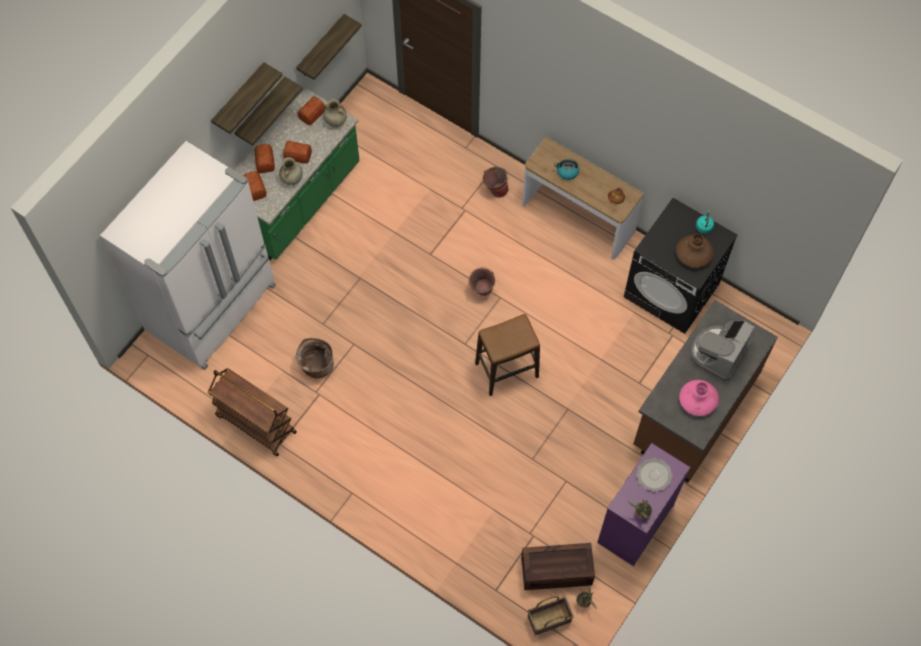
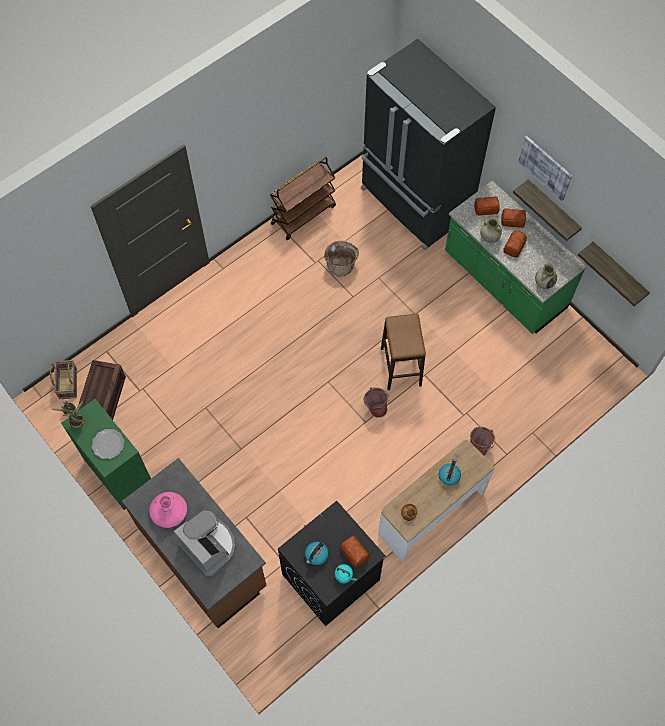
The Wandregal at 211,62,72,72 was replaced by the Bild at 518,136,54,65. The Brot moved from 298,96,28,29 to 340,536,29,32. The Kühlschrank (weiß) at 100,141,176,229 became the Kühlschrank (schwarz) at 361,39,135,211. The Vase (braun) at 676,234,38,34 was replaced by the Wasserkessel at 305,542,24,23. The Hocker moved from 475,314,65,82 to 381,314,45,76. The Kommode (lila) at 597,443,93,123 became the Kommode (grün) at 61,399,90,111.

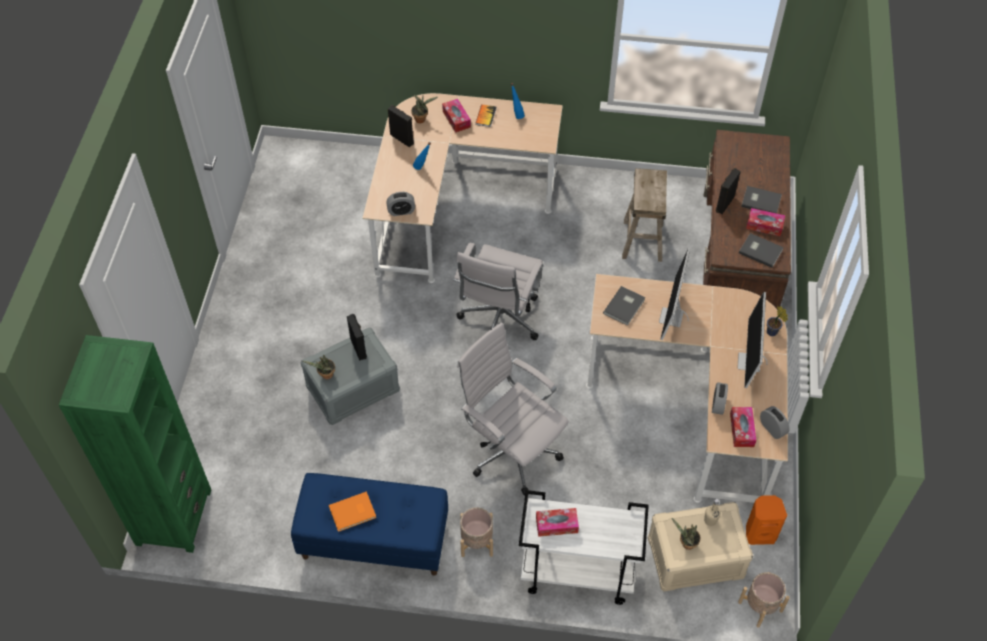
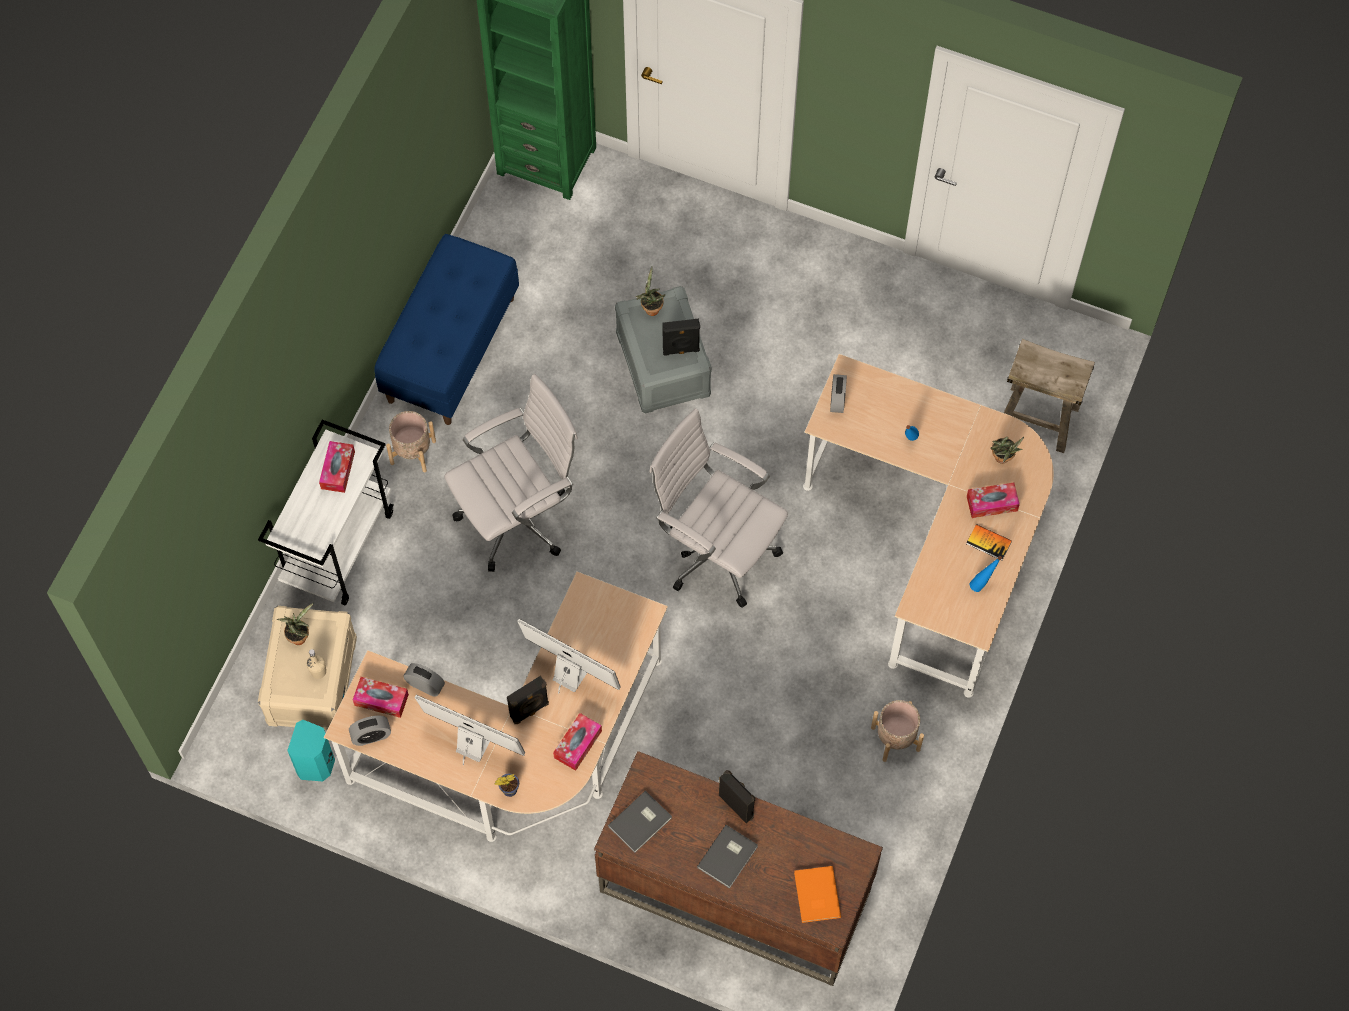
The Lautsprecher (schwarz) moved from 388,105,26,42 to 507,675,42,49. The Hocker (beige) moved from 622,168,45,94 to 1004,339,91,114. The Taschentuchbox moved from 746,208,39,28 to 553,713,49,58. The Buch (grau) at 603,286,42,40 disappeared. The Buch (orange) moved from 329,491,47,41 to 794,866,47,57. The Lautsprecher (orange) at 746,495,41,50 became the Lautsprecher (türkis) at 287,720,48,61. The Pflanzkübel (beige) moved from 738,572,52,56 to 871,700,53,62.

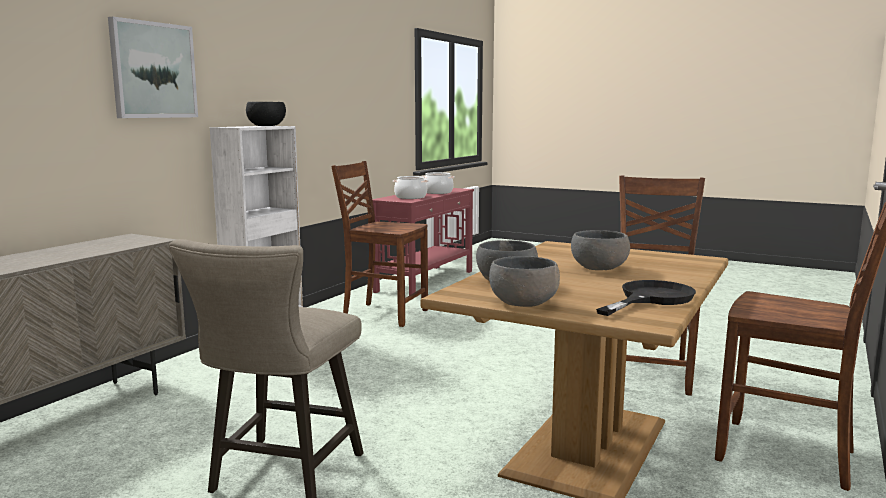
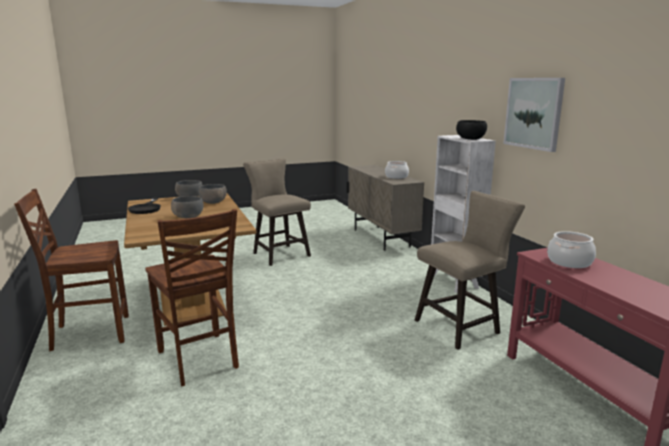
The Bild moved from 108,17,90,101 to 503,78,62,74. The Stuhl (braun) at 331,161,97,166 was replaced by the Hocker (beige) at 415,191,110,159. The Kochtopf moved from 422,172,33,22 to 385,161,24,18.

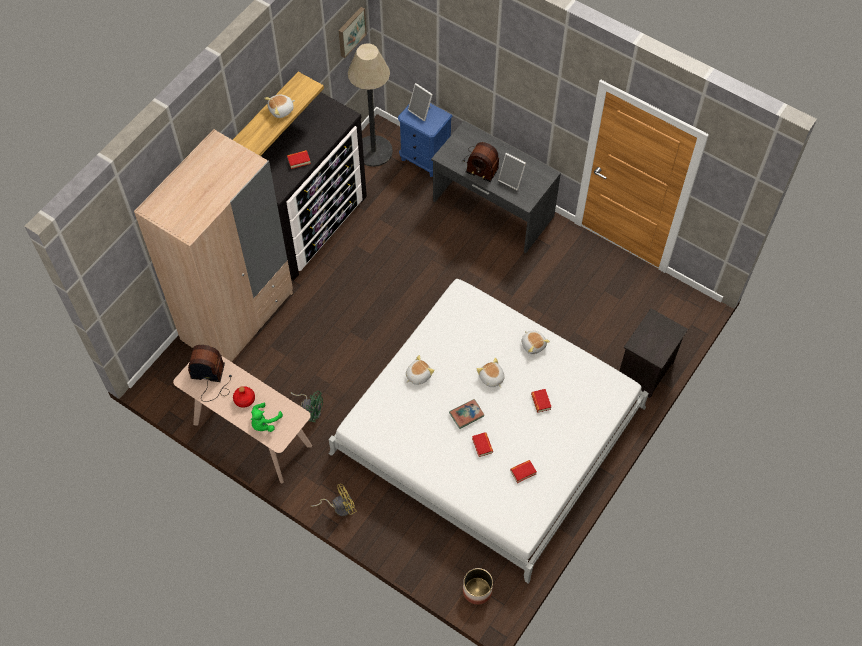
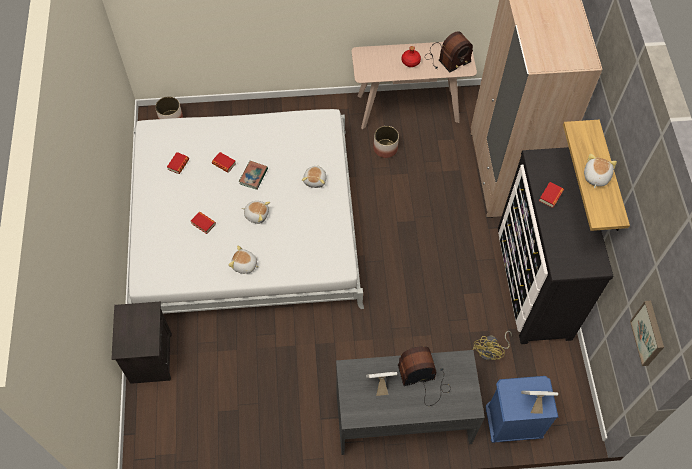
The Stehlampe at 348,43,45,124 disappeared. The Ventilator (grün) at 291,391,32,31 was replaced by the Pflanzkübel at 373,126,26,32. The Plüschtier (grün) at 250,403,33,29 disappeared. The Ventilator (gelb) moved from 311,484,46,32 to 473,331,39,29.

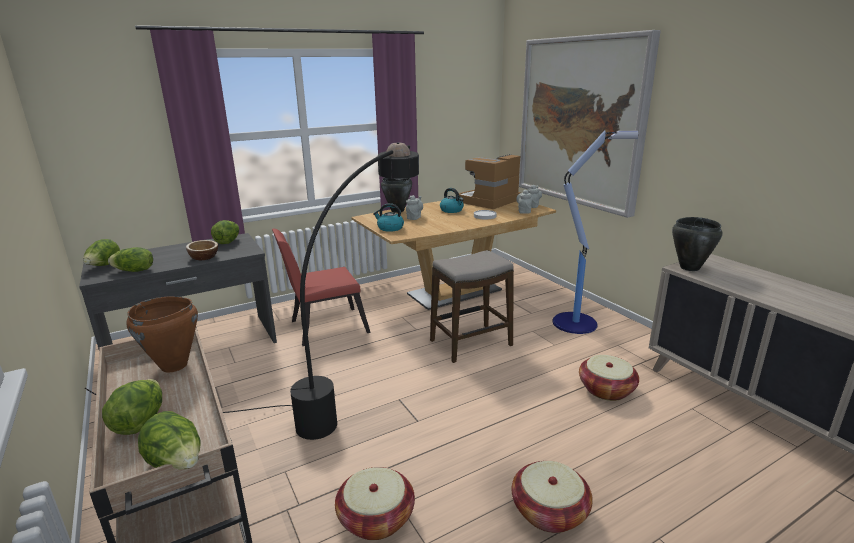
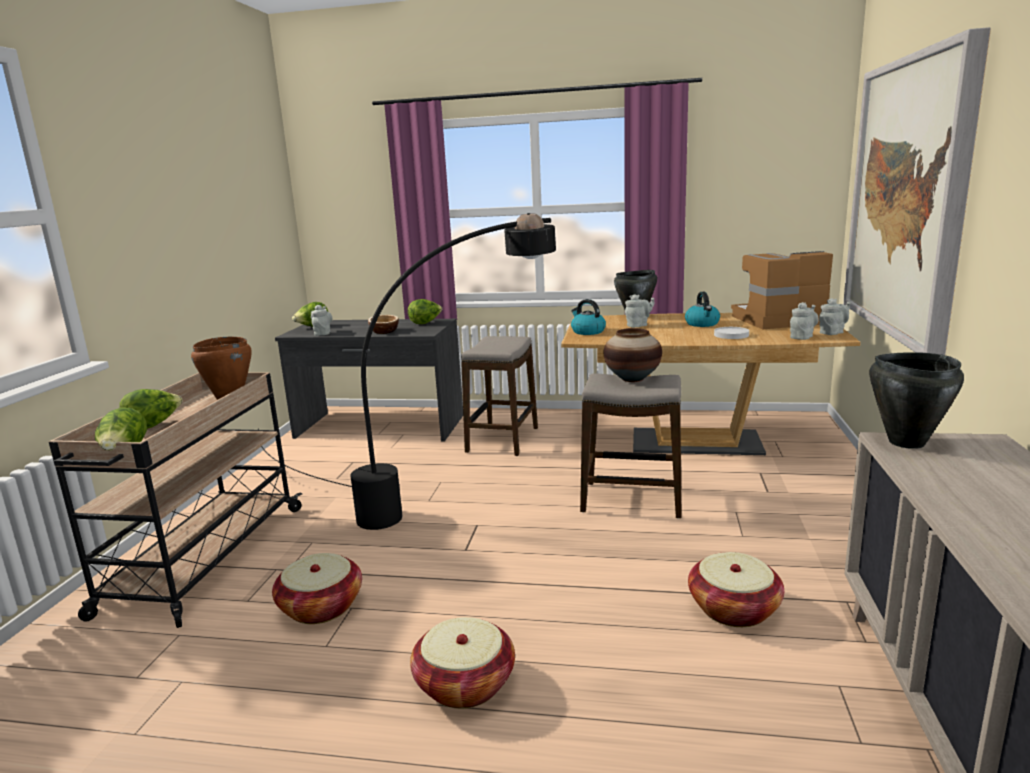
The Stehlampe at 552,130,86,204 disappeared. The Stuhl (rot) at 272,229,99,117 was replaced by the Hocker at 461,336,77,120. The Salatkopf at 108,247,45,25 was replaced by the Teekanne (grau) at 311,305,21,31. The Vase at 604,328,58,54 appeared.

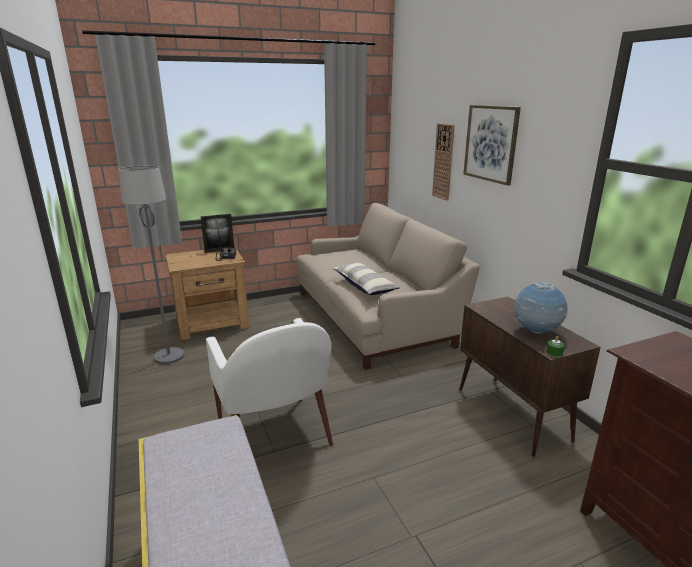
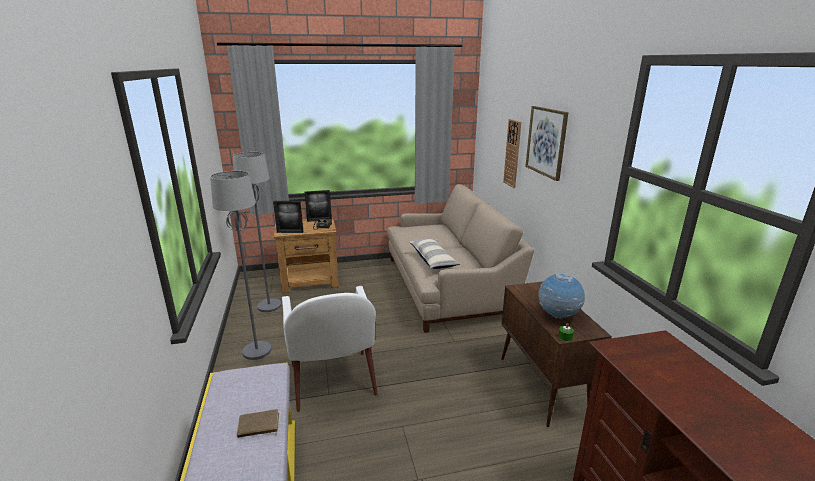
The Stehlampe (grau) at 210,171,61,189 appeared. The Bilderrahmen at 273,201,30,32 appeared. The Buch (braun) at 237,409,42,29 appeared.

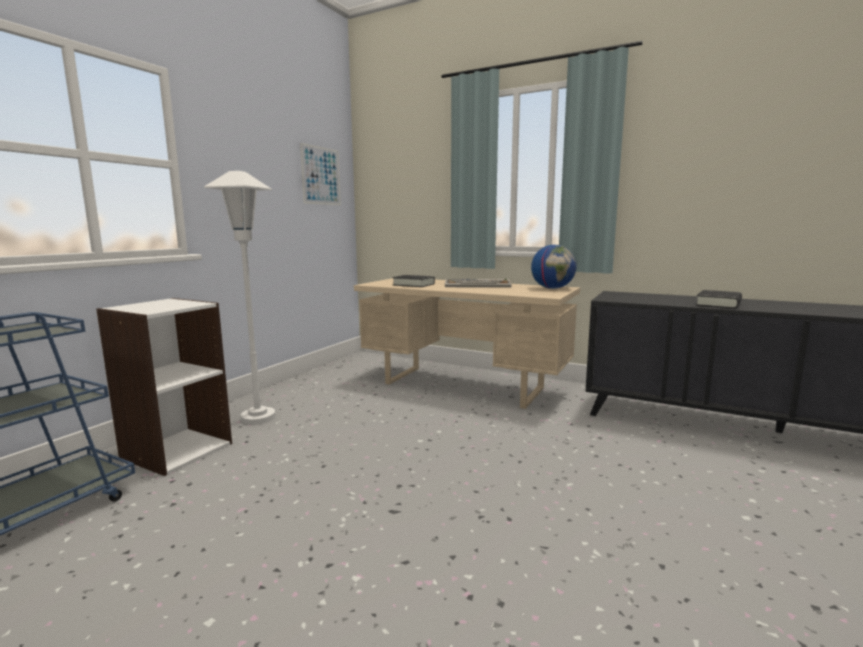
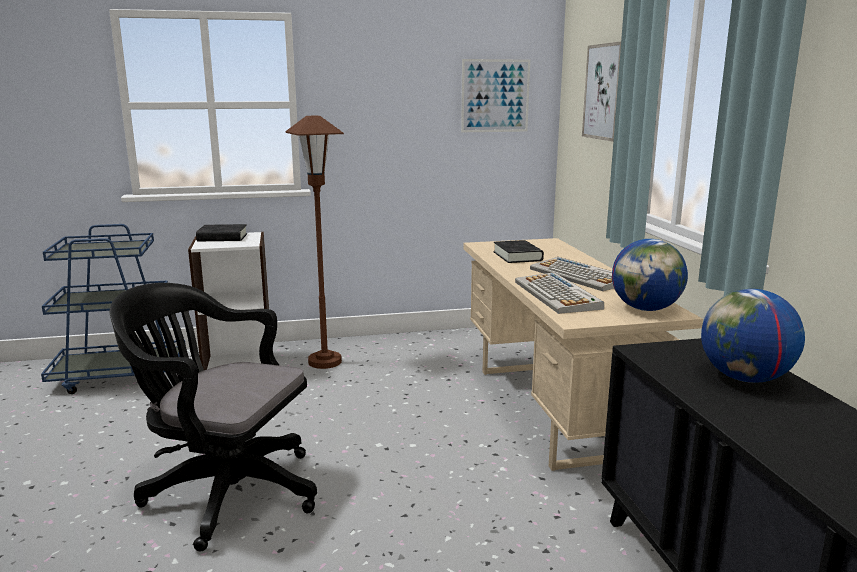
The Stehlampe (weiß) at 204,171,71,254 became the Stehlampe (braun) at 285,116,59,253. The Buch (schwarz) moved from 696,290,46,19 to 196,224,51,17. The Bild at 582,41,39,101 appeared. The Tastatur at 515,272,89,42 appeared. The Bürostuhl (schwarz) at 110,283,207,269 appeared. The Globus at 701,289,104,94 appeared.

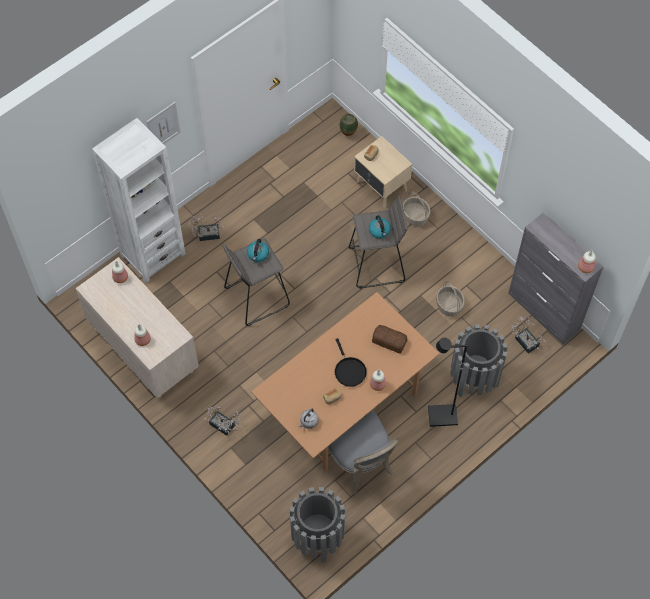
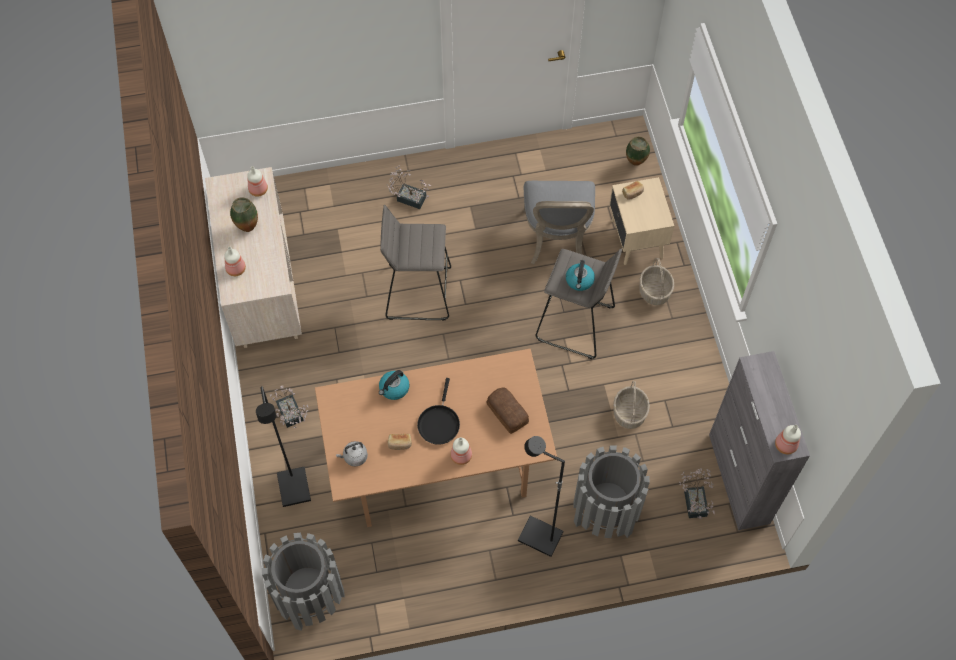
The Bild at 146,102,34,42 disappeared. The Bücherregal (weiß) at 92,118,94,165 disappeared. The Wasserkessel moved from 247,239,22,23 to 379,370,31,30. The Stuhl (grau) moved from 322,410,77,84 to 523,181,72,83. The Vase at 230,197,28,35 appeared. The Stehlampe (schwarz) at 256,386,55,121 appeared.

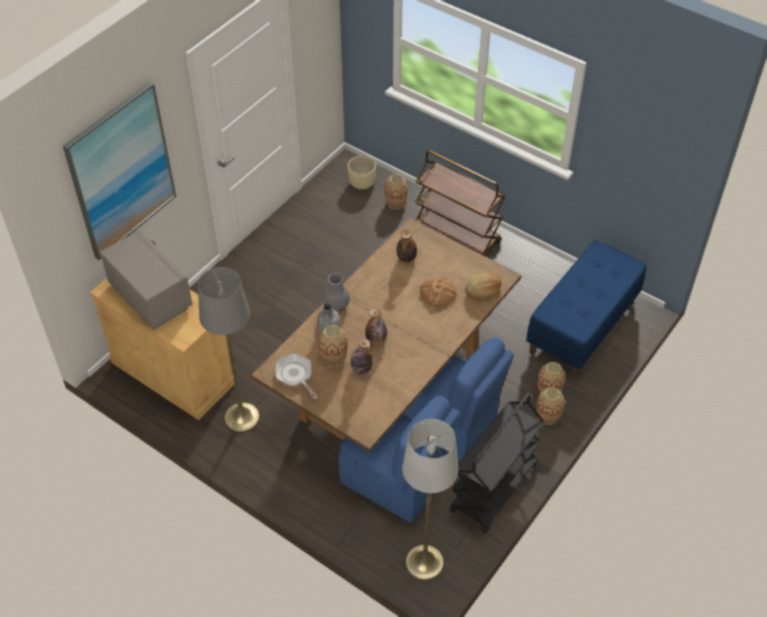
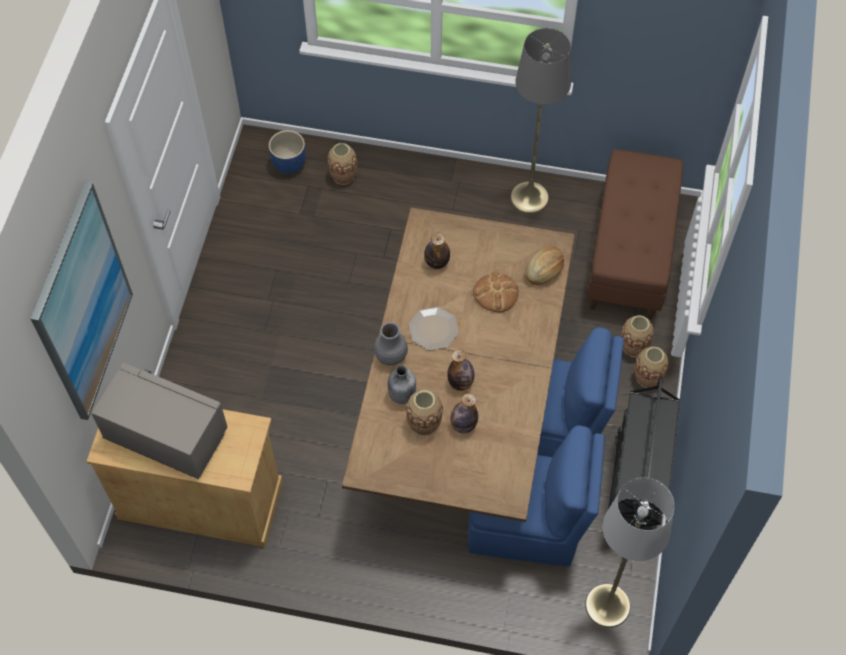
The Rollwagen (braun) at 415,150,90,106 disappeared. The Pflanzkübel (beige) at 348,156,28,33 became the Pflanzkübel (blau) at 269,130,37,44. The Bank (blau) at 526,240,121,138 became the Bank (braun) at 587,149,96,170. The Stehlampe (grau) moved from 198,267,62,165 to 511,28,60,186. The Pfanne at 275,353,43,46 disappeared. The Teller at 409,307,50,43 appeared.

